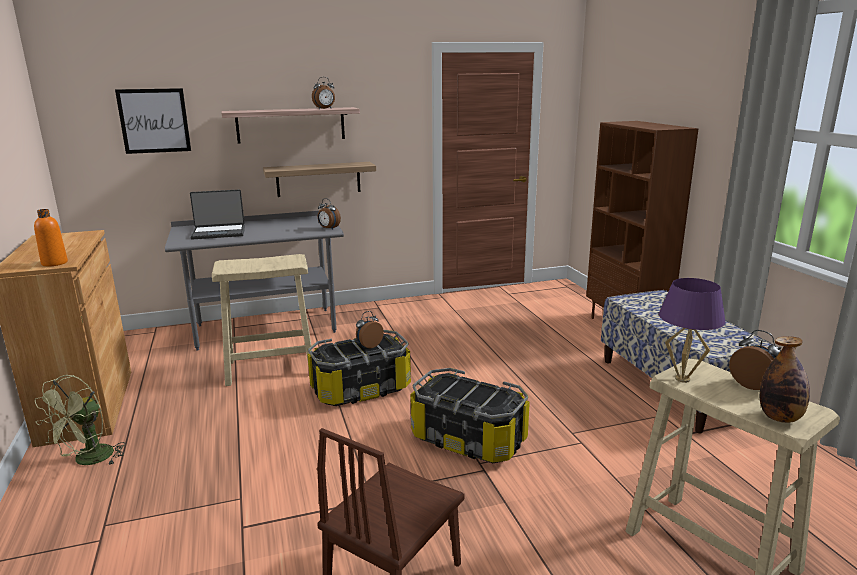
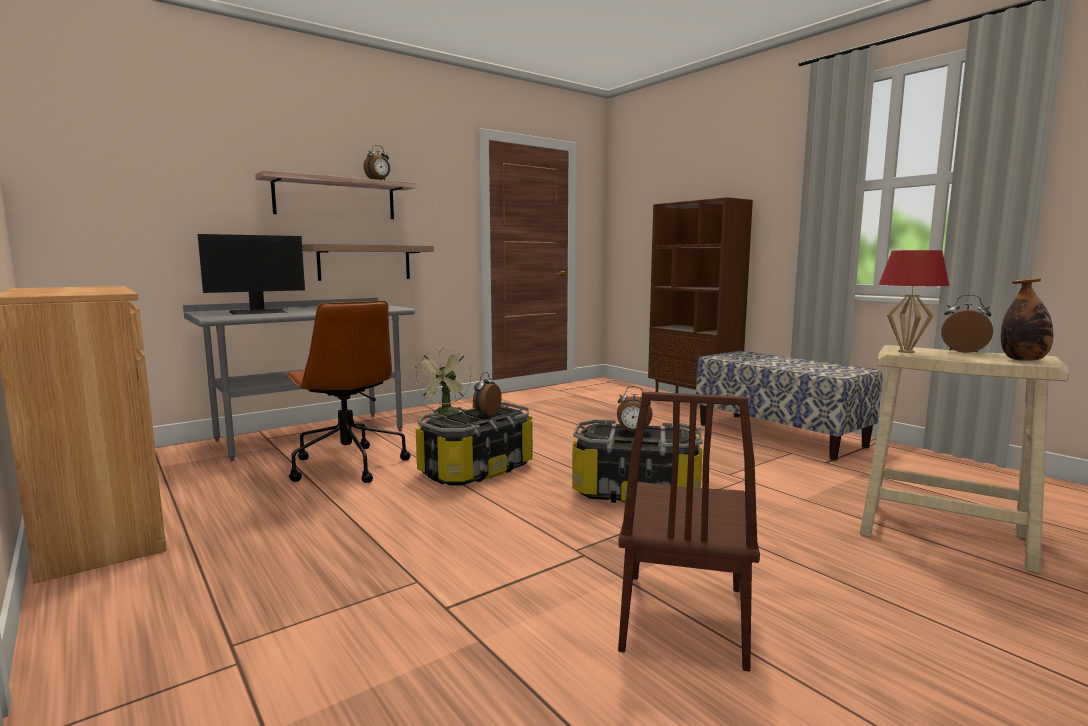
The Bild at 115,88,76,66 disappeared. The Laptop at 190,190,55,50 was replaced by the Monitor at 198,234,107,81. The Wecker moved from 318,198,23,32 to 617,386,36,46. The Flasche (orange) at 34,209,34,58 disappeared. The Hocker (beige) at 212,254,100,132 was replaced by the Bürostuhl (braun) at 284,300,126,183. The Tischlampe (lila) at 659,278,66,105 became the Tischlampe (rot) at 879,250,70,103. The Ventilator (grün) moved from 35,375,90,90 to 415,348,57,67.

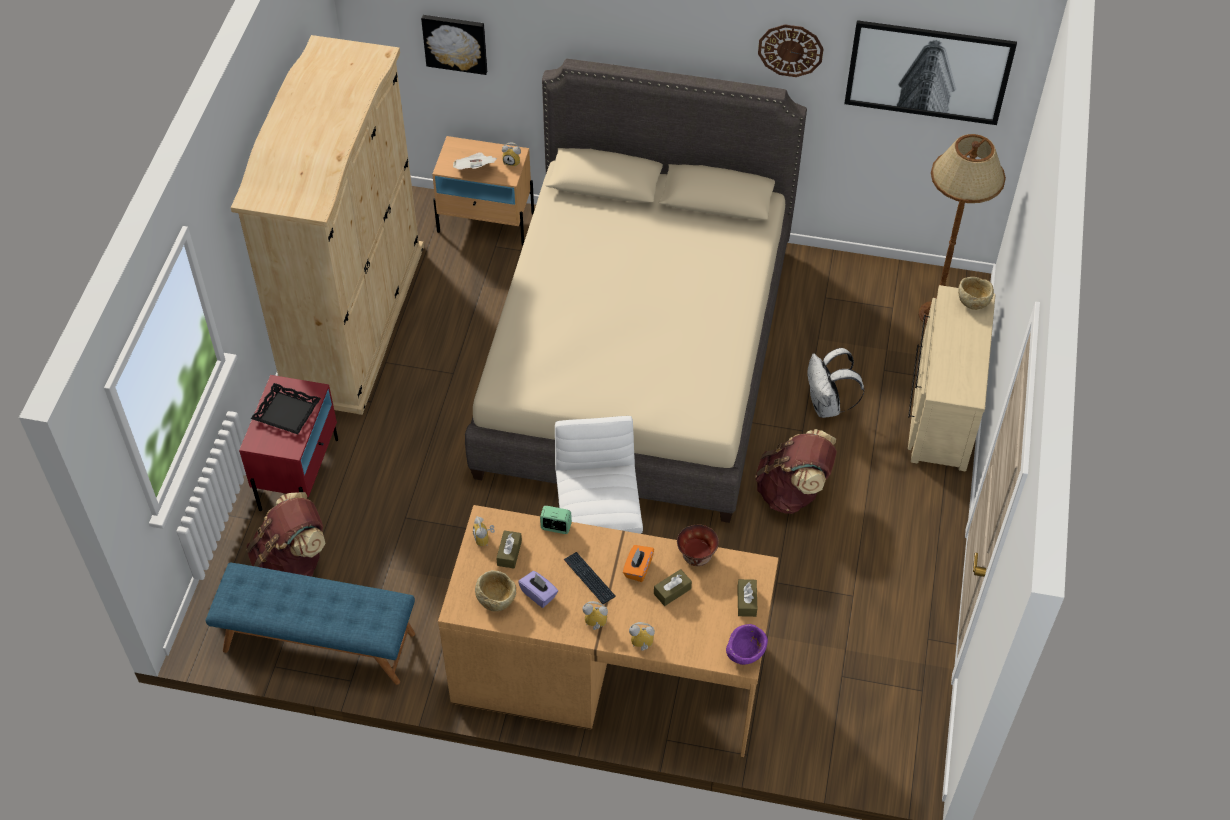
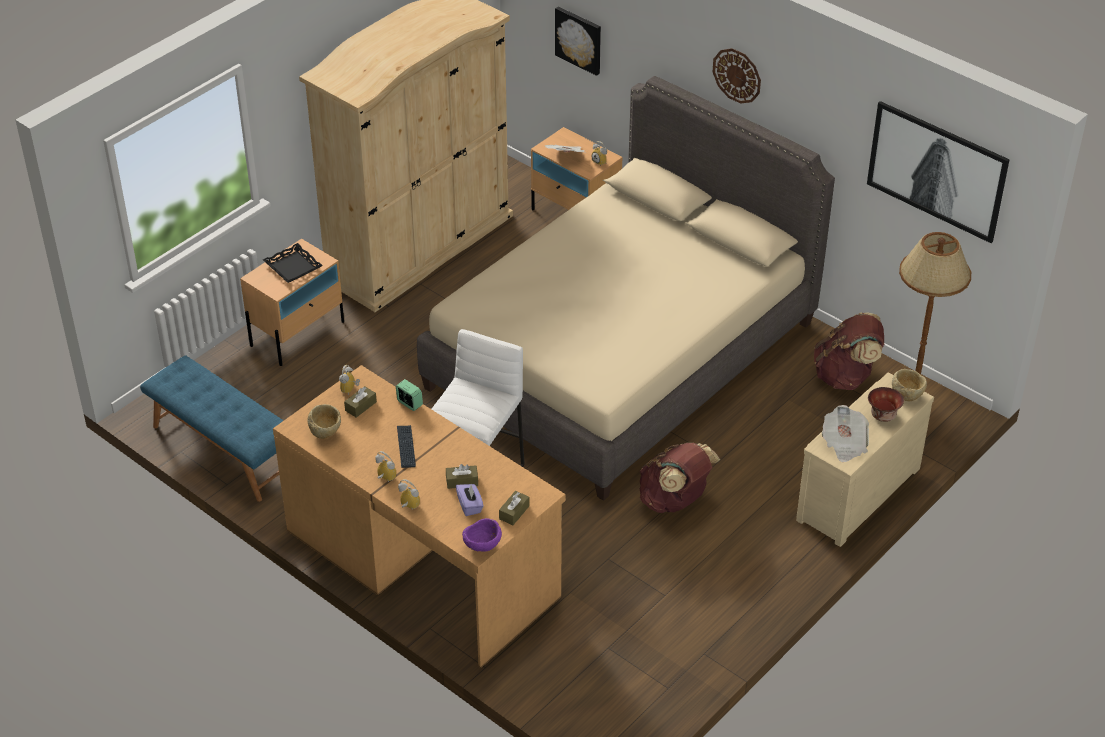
The Wanduhr moved from 758,24,66,53 to 713,48,48,56. The Rucksack (weiß) at 807,348,57,70 disappeared. The Nachttisch (rot) at 239,375,99,136 became the Nachttisch (beige) at 240,239,104,127. The Rucksack (braun) moved from 246,492,79,85 to 814,312,70,78. The Schüssel moved from 677,525,42,41 to 868,387,36,35. The Taschentuchbox (orange) at 623,545,31,37 disappeared. The Taschentuchbox (lila) moved from 518,571,40,37 to 456,484,27,32. The Zeitung at 822,405,47,57 appeared.

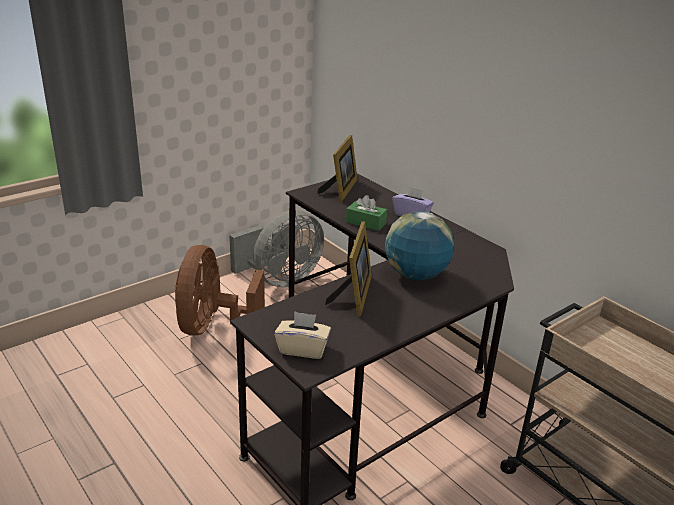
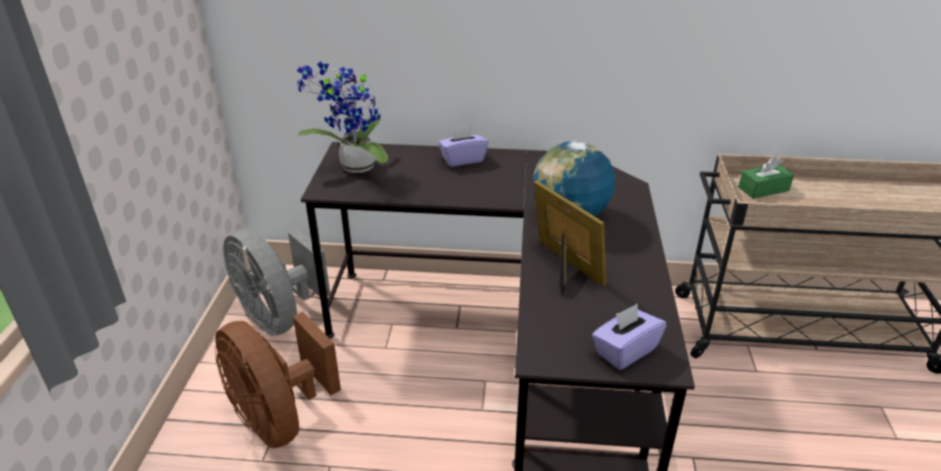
The Bilderrahmen at 317,135,41,67 was replaced by the Topfpflanze at 297,61,91,112. The Taschentuchbox (grün) moved from 346,195,41,36 to 738,156,56,43. The Ventilator (grau) at 229,210,95,77 turned 135 degrees clockwise. The Taschentuchbox (beige) at 274,311,57,48 became the Taschentuchbox (lila) at 592,304,75,66.

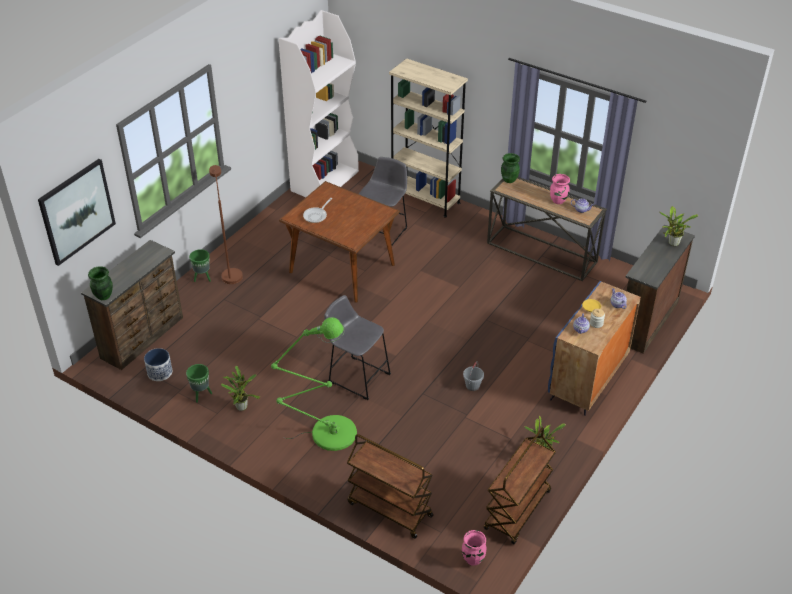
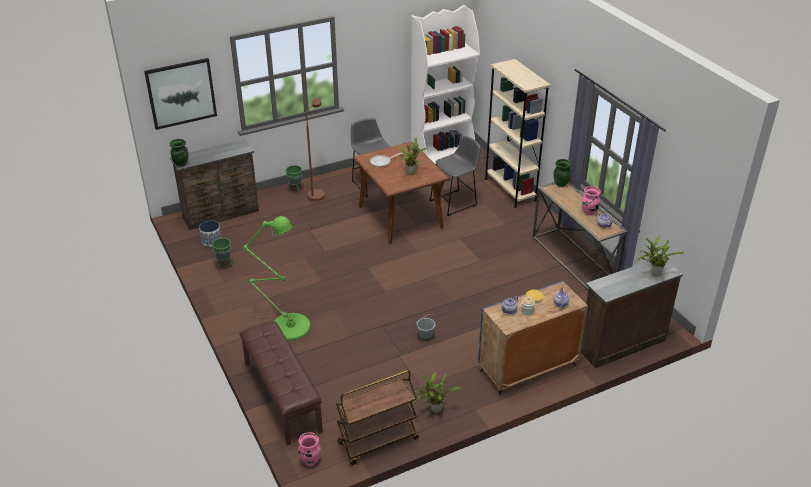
The Hocker (grau) moved from 324,295,67,105 to 351,118,40,80. The Topfpflanze moved from 221,366,39,45 to 399,138,29,37. The Rollwagen (braun) at 347,434,87,105 was replaced by the Bank (braun) at 239,321,84,124.

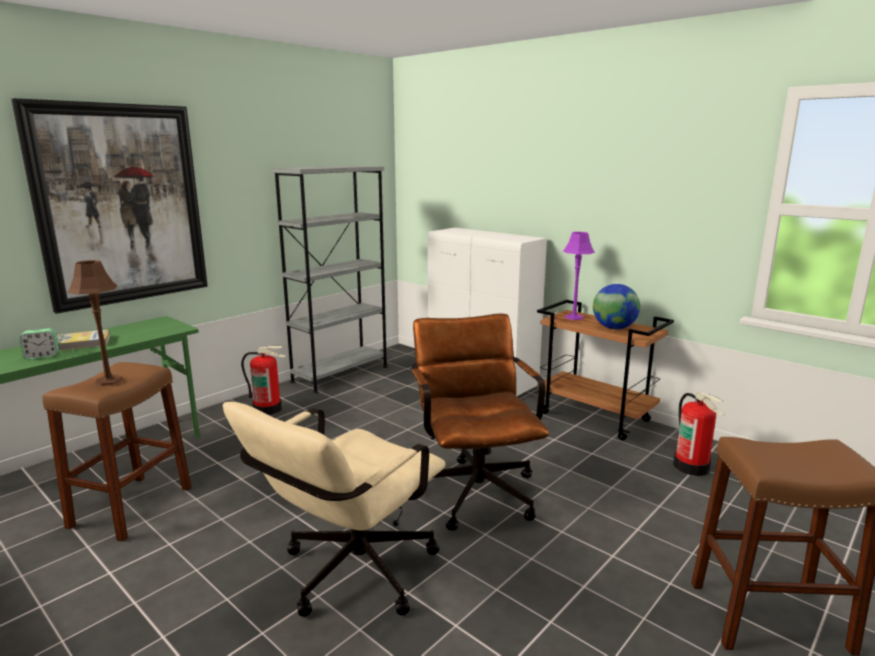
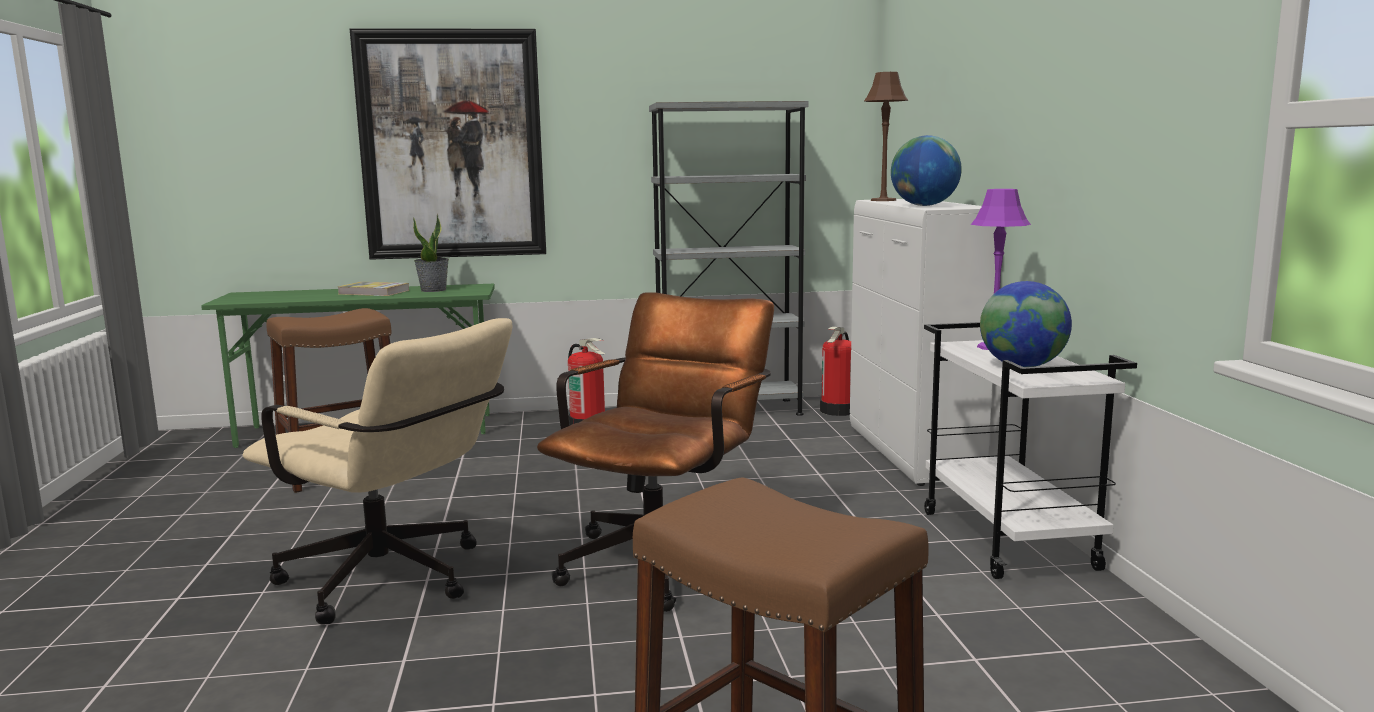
The Tischlampe (braun) moved from 67,260,56,126 to 864,72,45,129. The Rollwagen (braun) at 537,300,137,140 became the Rollwagen (weiß) at 924,322,213,257. The Wecker at 19,328,40,32 disappeared. The Feuerlöscher moved from 673,392,51,84 to 820,327,31,89. The Bürostuhl (beige) at 223,402,223,215 turned 135 degrees counterclockwise. The Globus at 891,135,71,71 appeared. The Topfpflanze at 413,214,36,78 appeared.

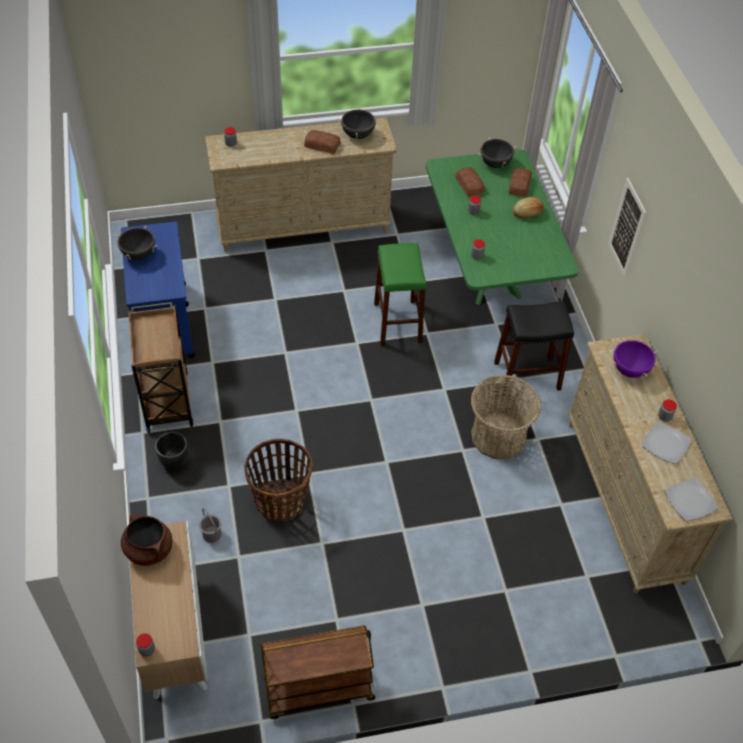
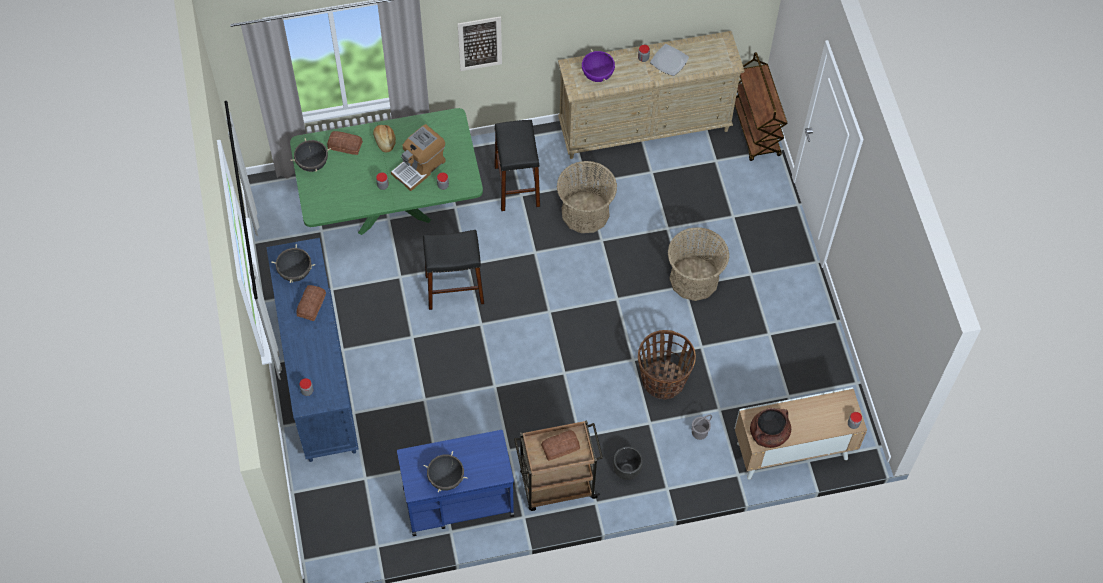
The Kommode (beige) at 205,118,192,134 became the Kommode (blau) at 266,238,92,224. The Brot moved from 455,167,30,30 to 541,430,39,31. The Hocker (grün) at 374,243,52,103 became the Hocker (schwarz) at 423,230,61,80. The Teller at 664,478,54,43 disappeared. The Rollwagen (braun) moved from 261,625,114,94 to 735,52,53,109. The Kaffeemaschine at 391,124,55,67 appeared. The Korb at 668,227,61,74 appeared.

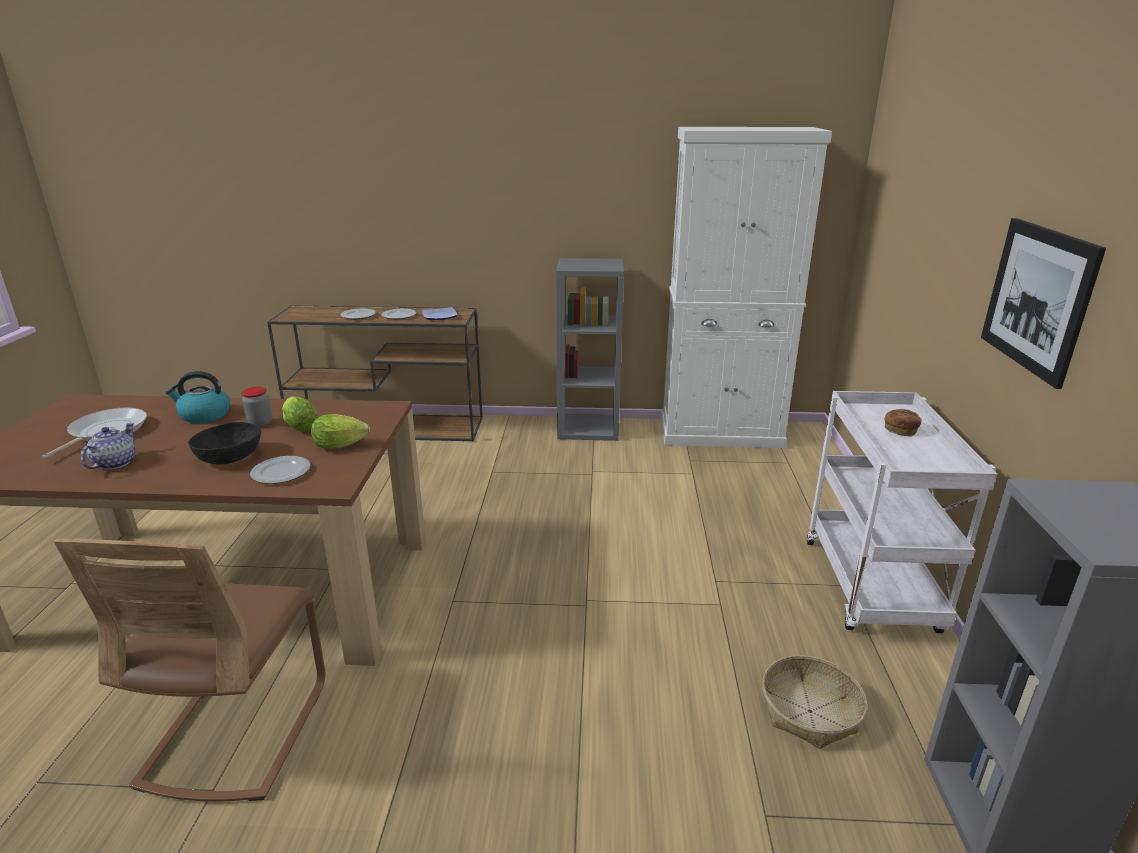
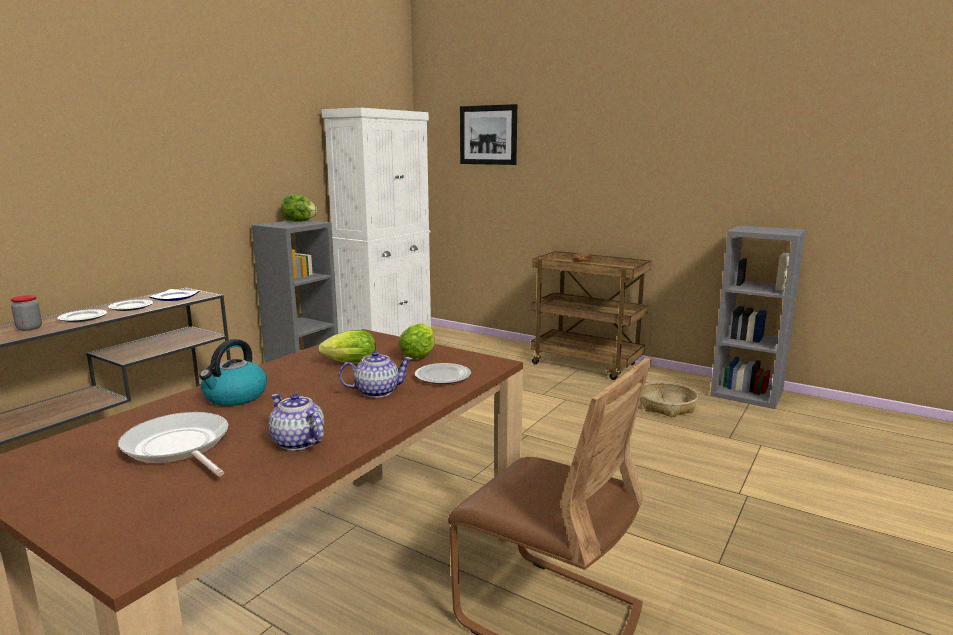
The Bild moved from 981,218,125,171 to 460,104,57,61. The Vorratsglas moved from 241,387,31,40 to 11,295,31,36. The Rollwagen (weiß) at 807,391,190,242 became the Rollwagen (braun) at 531,251,120,129. The Schüssel (schwarz) at 188,422,73,42 was replaced by the Teekanne at 339,351,73,47. The Salatkopf at 281,194,36,28 appeared.

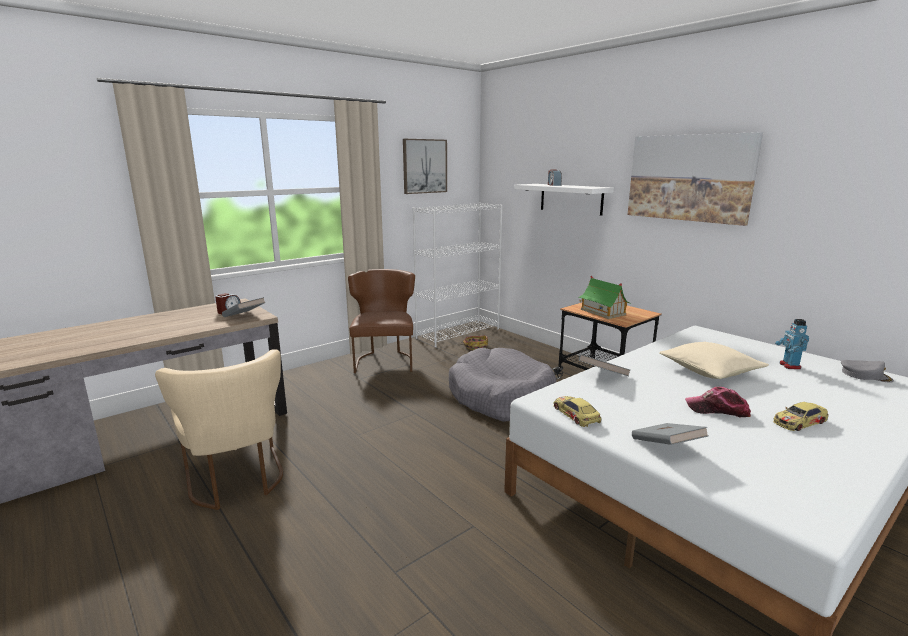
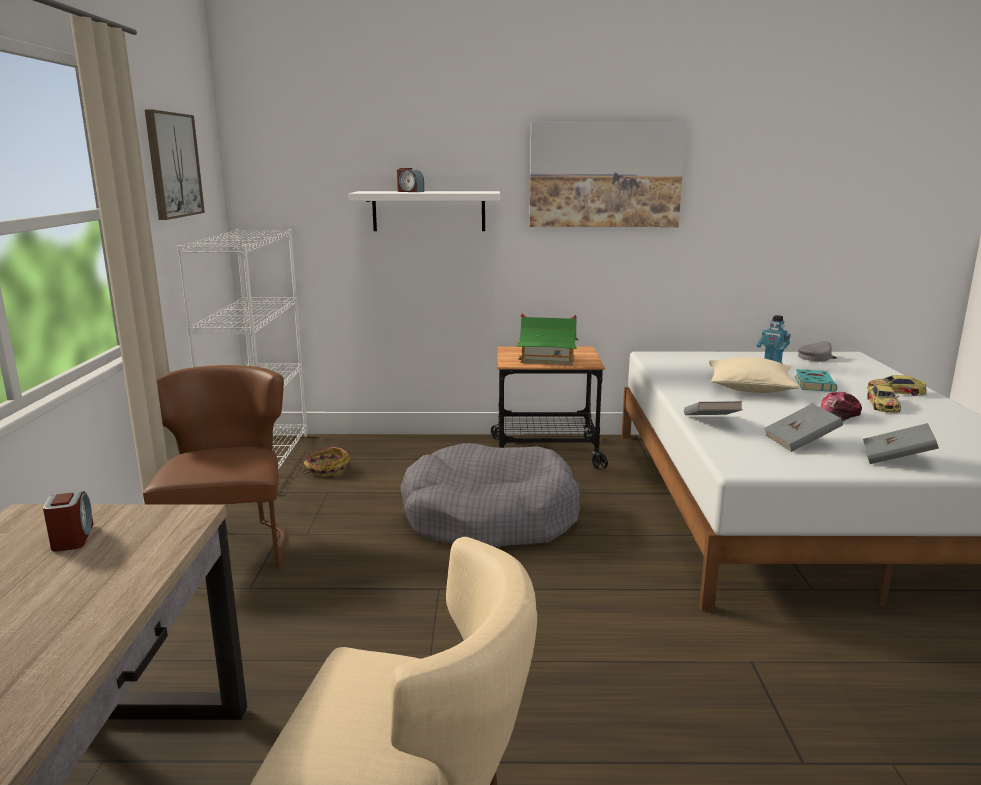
The Stuhl (braun) at 348,269,67,104 turned 45 degrees clockwise. The Buch (grau) moved from 222,297,44,20 to 764,403,79,49. The Spielzeugauto moved from 553,396,49,31 to 867,375,60,21. The Buch (türkis) at 795,369,42,23 appeared.

